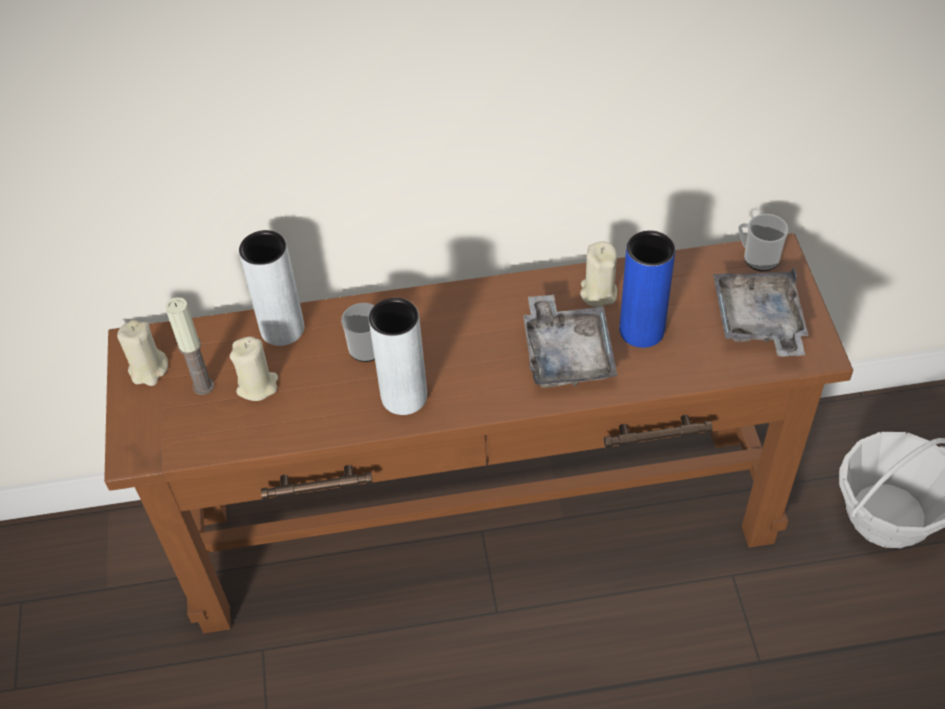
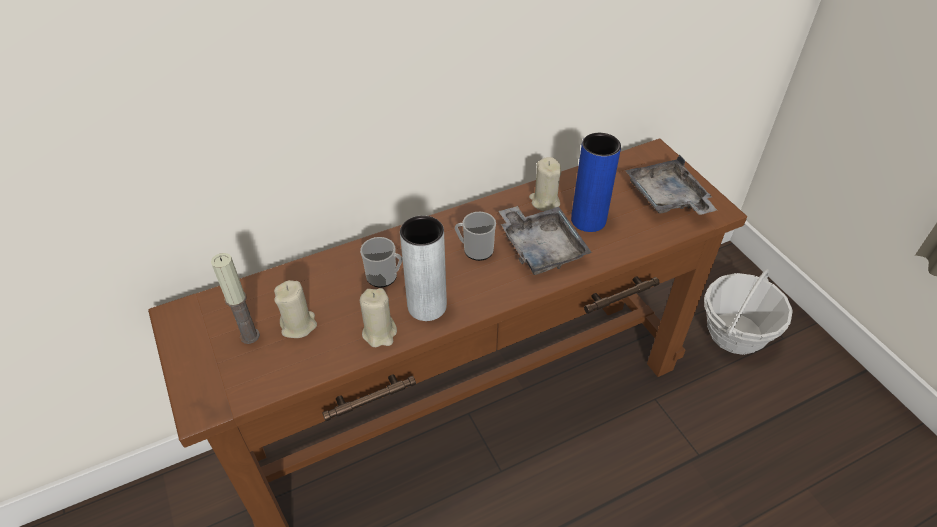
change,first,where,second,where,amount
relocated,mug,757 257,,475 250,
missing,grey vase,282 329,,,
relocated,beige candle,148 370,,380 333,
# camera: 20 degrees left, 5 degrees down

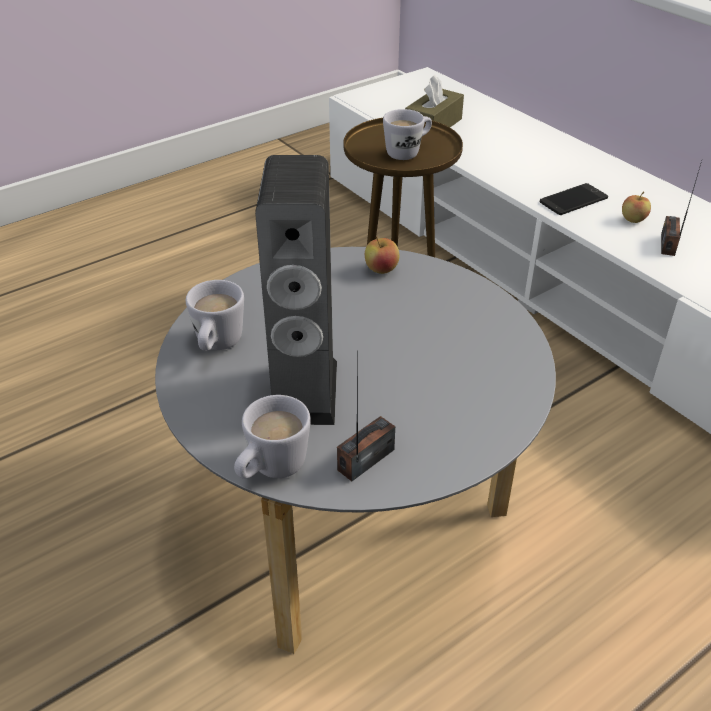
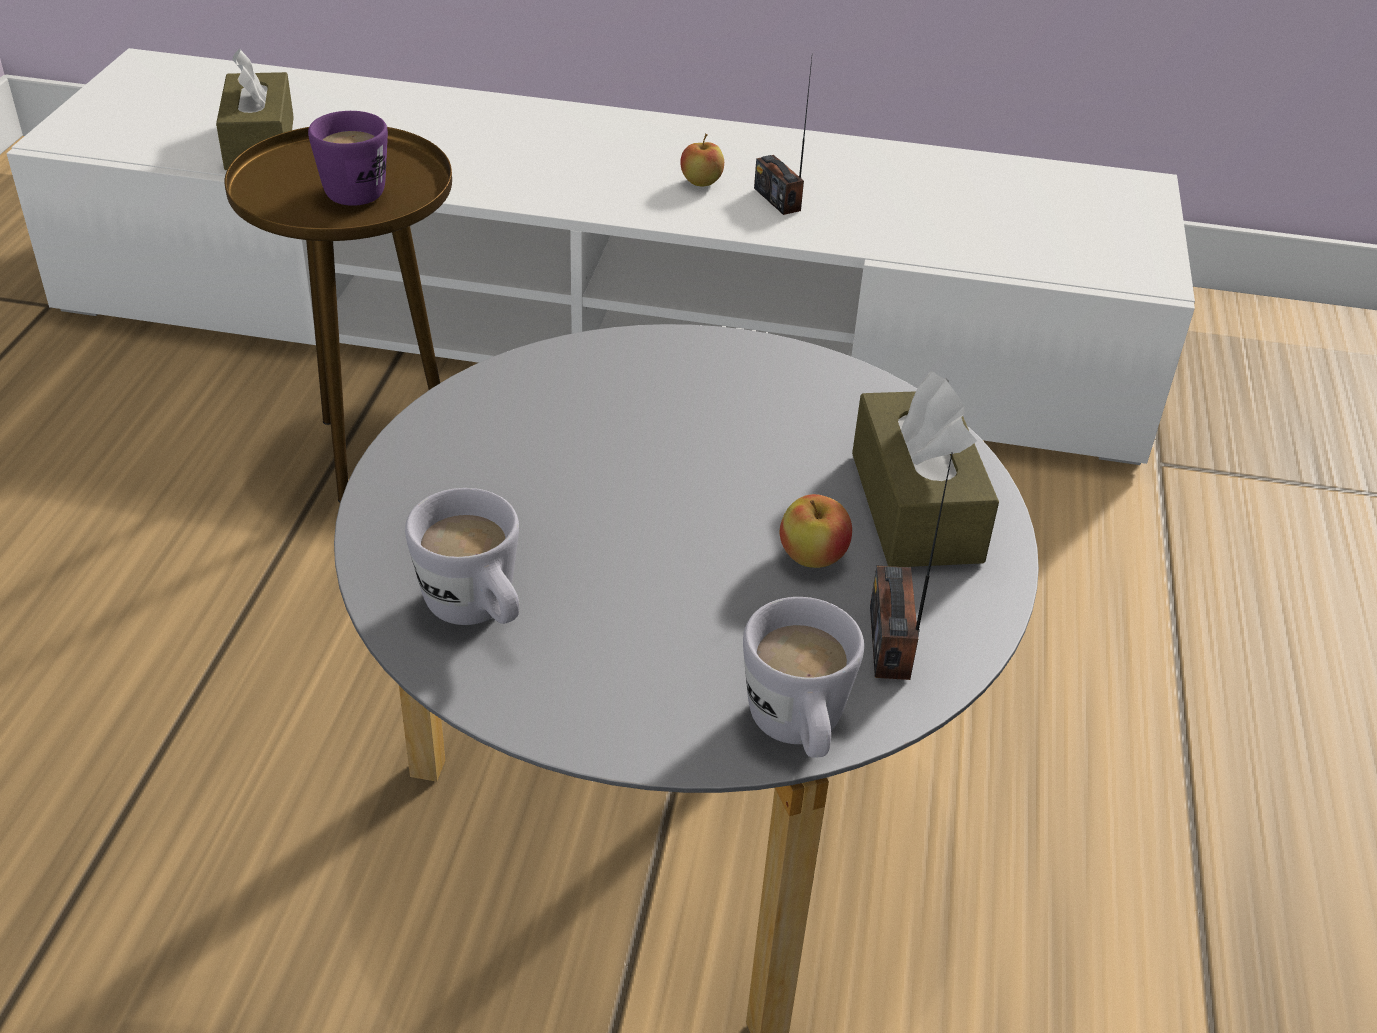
change,first,where,second,where,amount
colour,white mug,408 152,purple mug,360 188,
missing,speaker,304 391,,,
missing,phone,573 200,,,
relocated,apple,381 270,,812 557,
appeared,,,brown tissue box,915 506,
# camera: 45 degrees left, 0 degrees up

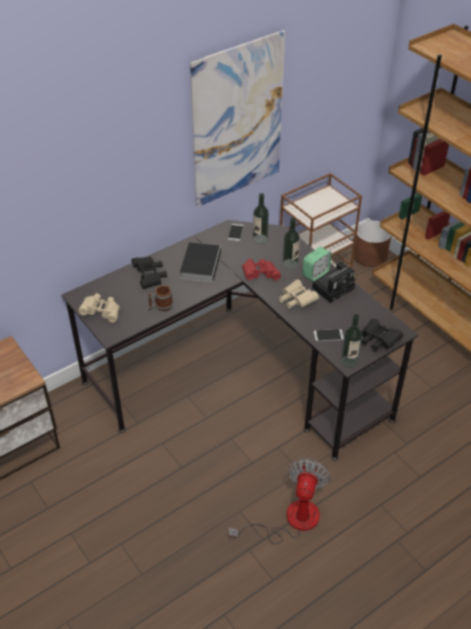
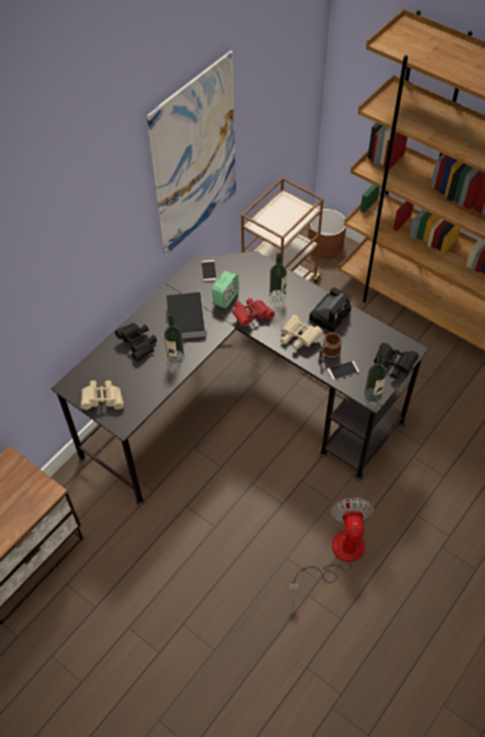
change,first,where,second,where,amount
relocated,bottle,260 239,,175 357,
relocated,alarm clock,315 273,,225 298,
relocated,mug,160 306,,328 354,
# camera: 15 degrees left, 10 degrees up

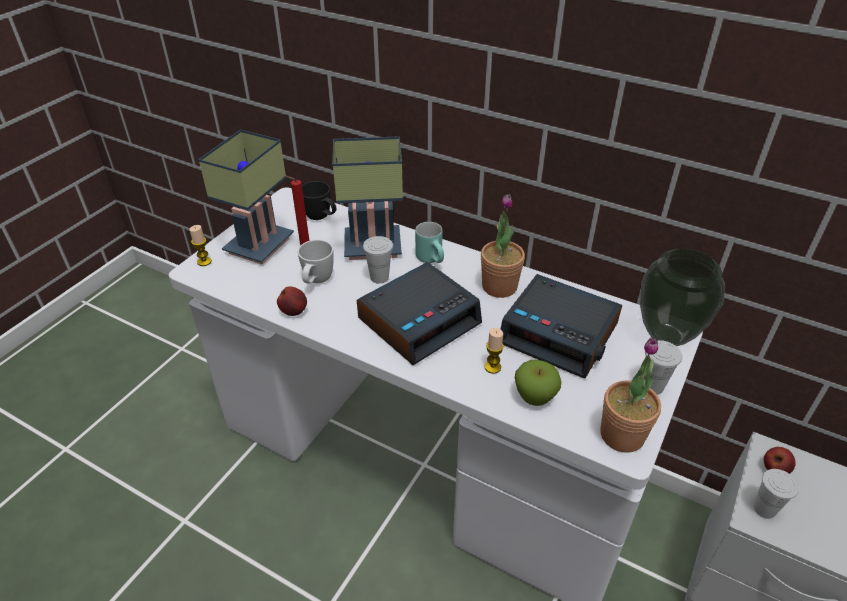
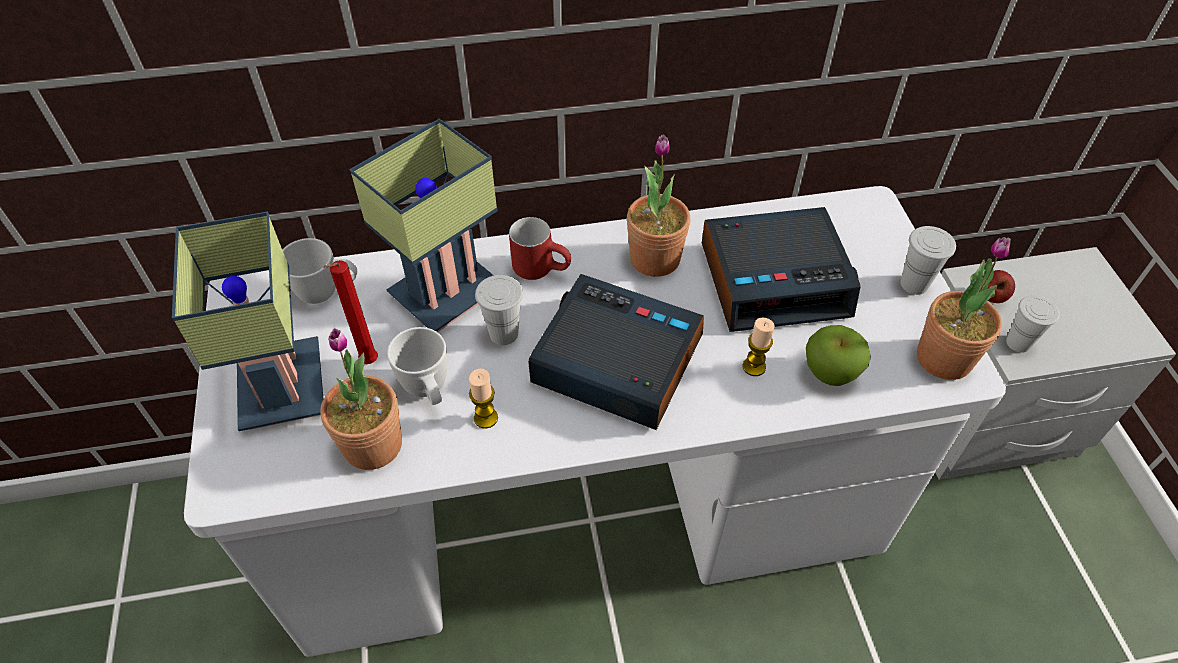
change,first,where,second,where,amount
colour,black mug,321 218,white mug,328 293,
colour,turquoise mug,433 259,red mug,542 268,
relocated,candle,204 261,,486 418,
missing,vase,668 336,,,
spun,alarm clock,419 320,,615 361,75 degrees counterclockwise
missing,apple,294 311,,,
appeared,,,potted plant,372 445,
# camera: 40 degrees left, 10 degrees up

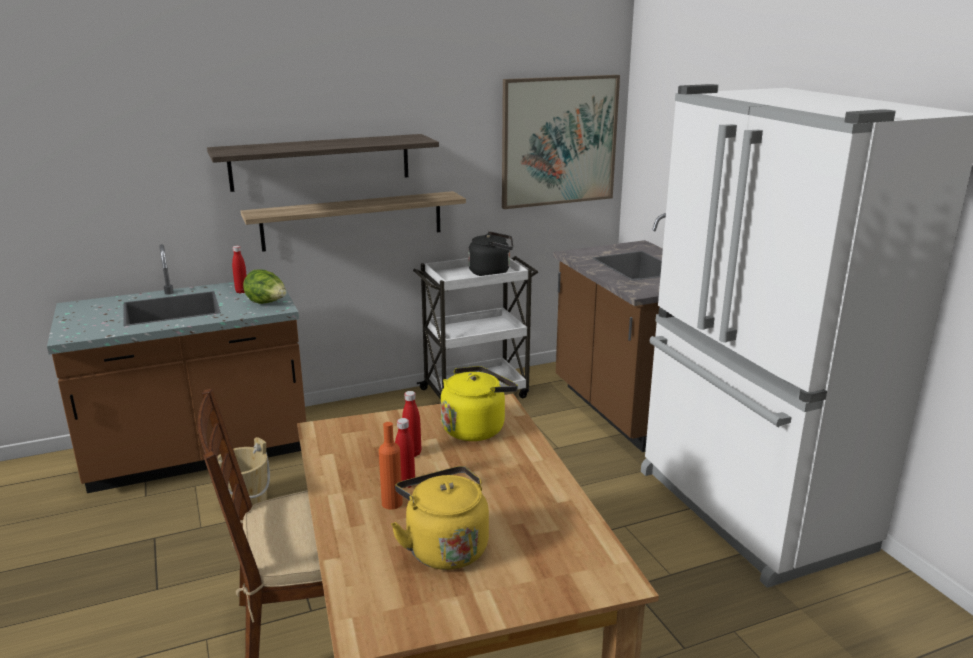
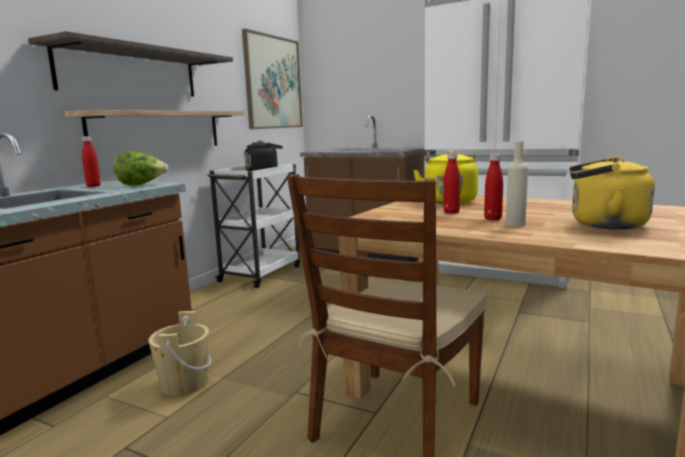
change,first,where,second,where,amount
colour,orange bottle,392 503,beige bottle,515 224,
# camera: 40 degrees left, 10 degrees down

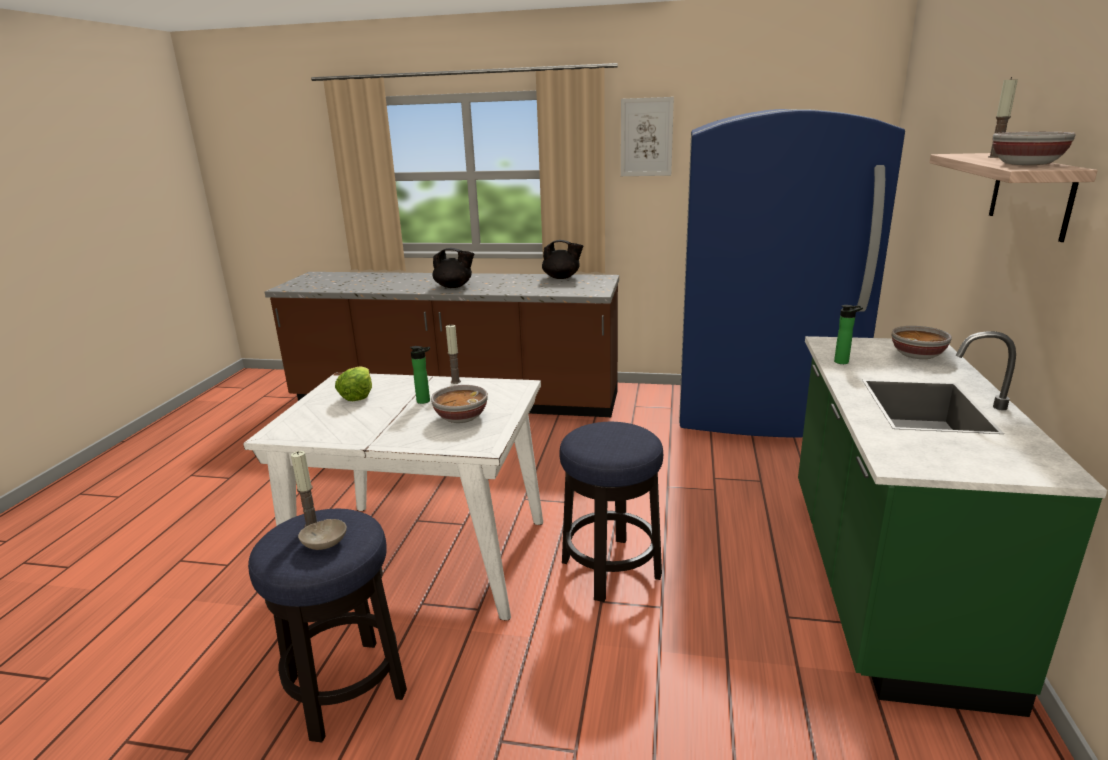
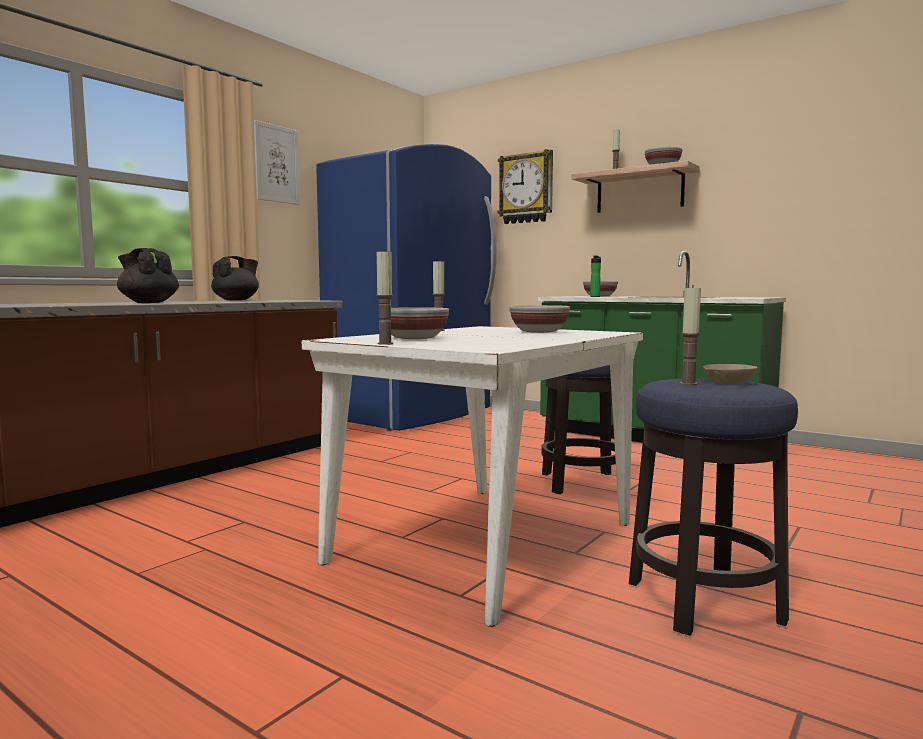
change,first,where,second,where,amount
spun,black teapot,454 286,,148 302,90 degrees counterclockwise
missing,bottle,425 401,,,
exchanged,lettuce,357 395,bowl,414 338,
appeared,,,wall clock,526 188,
appeared,,,candle,385 343,
# camera: 65 degrees left, 15 degrees down

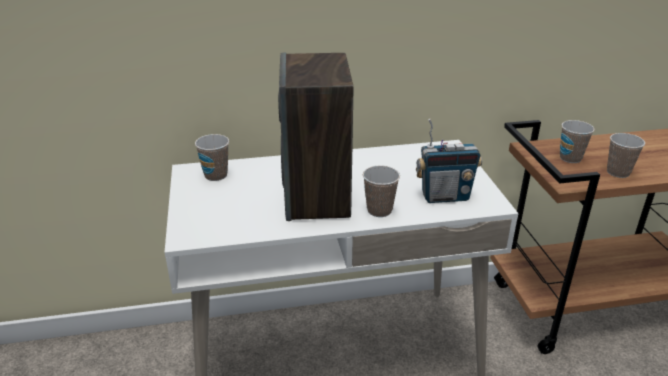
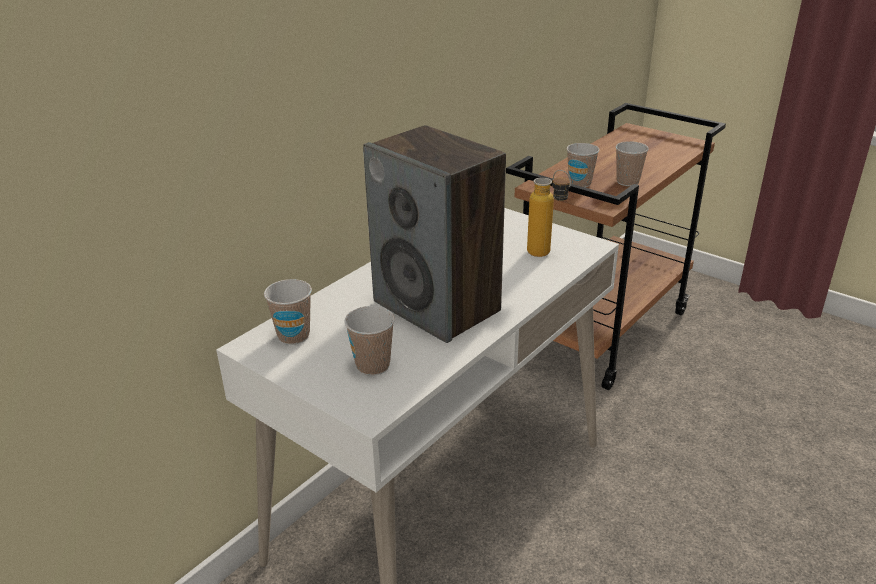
change,first,where,second,where,amount
exchanged,radio,445 196,bottle,546 255,
relocated,cup,379 210,,373 366,
# camera: 40 degrees left, 0 degrees up

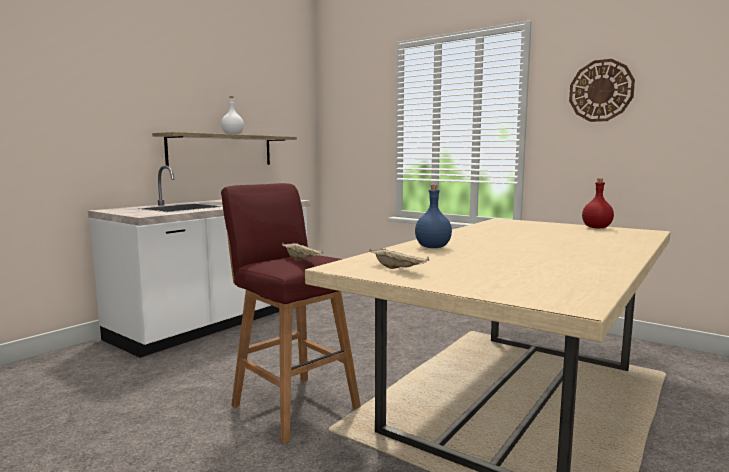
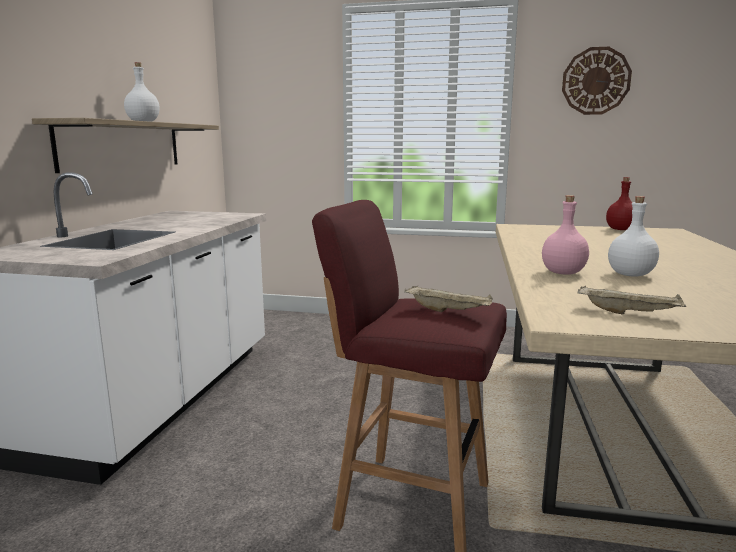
change,first,where,second,where,amount
colour,blue bottle,432 247,pink bottle,562 272,
appeared,,,white bottle,630 274,
# camera: 25 degrees left, 5 degrees up

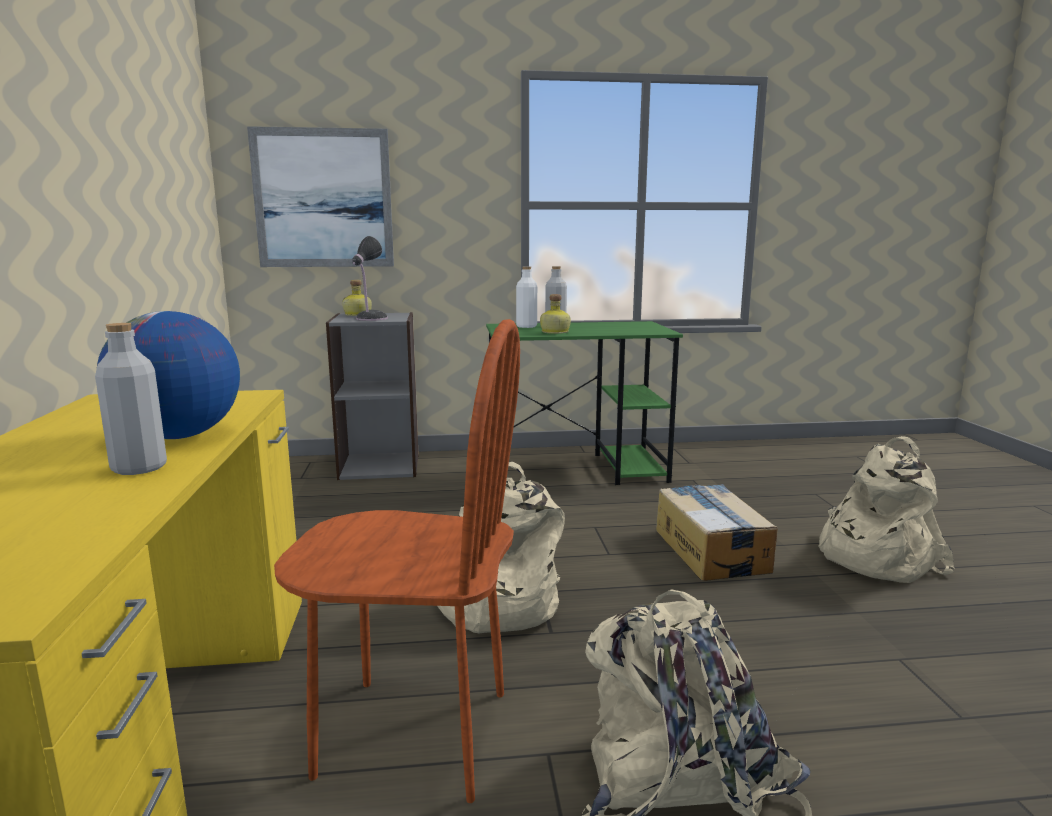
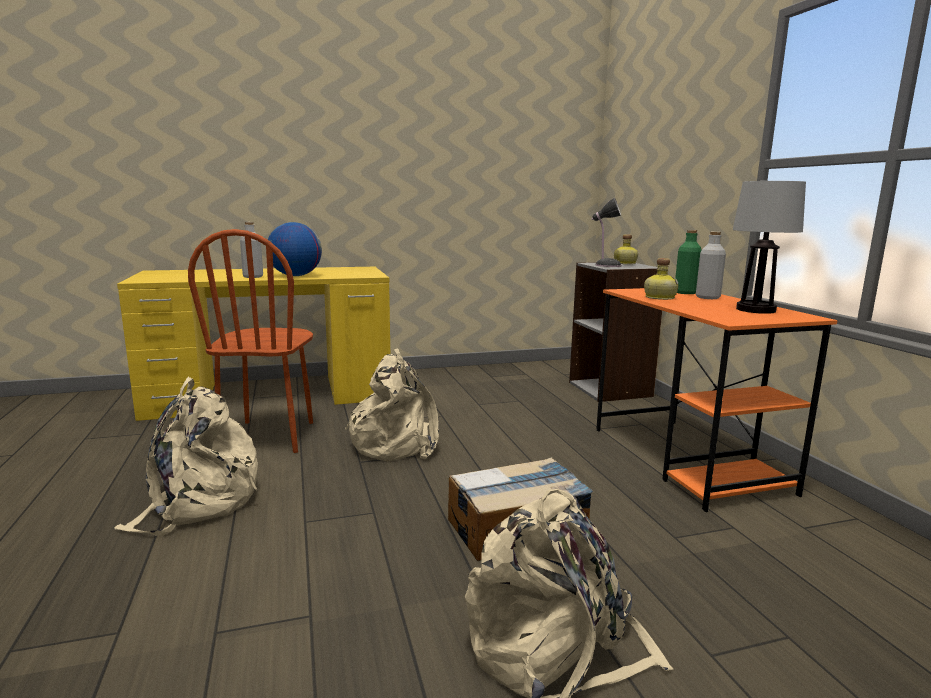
change,first,where,second,where,amount
missing,picture,323 199,,,
colour,white bottle,526 326,green bottle,685 293,
colour,green desk,578 470,orange desk,687 460,
appeared,,,table lamp,756 310,
# camera: 80 degrees right, 0 degrees up

